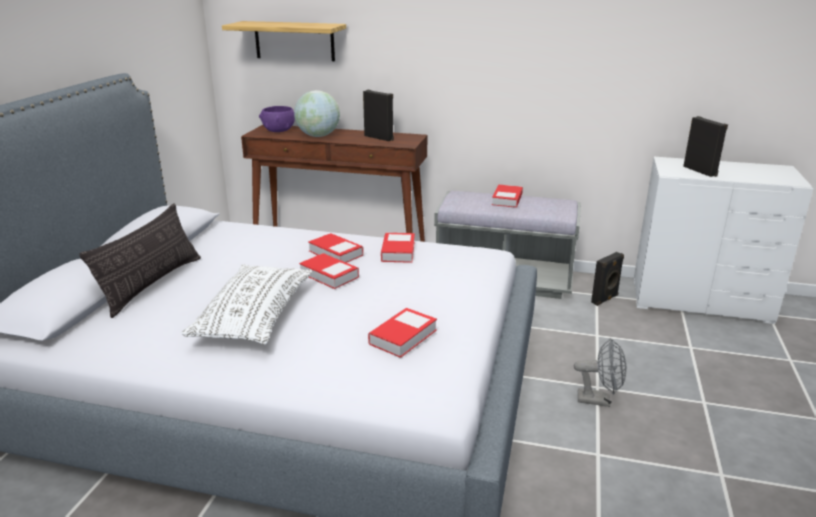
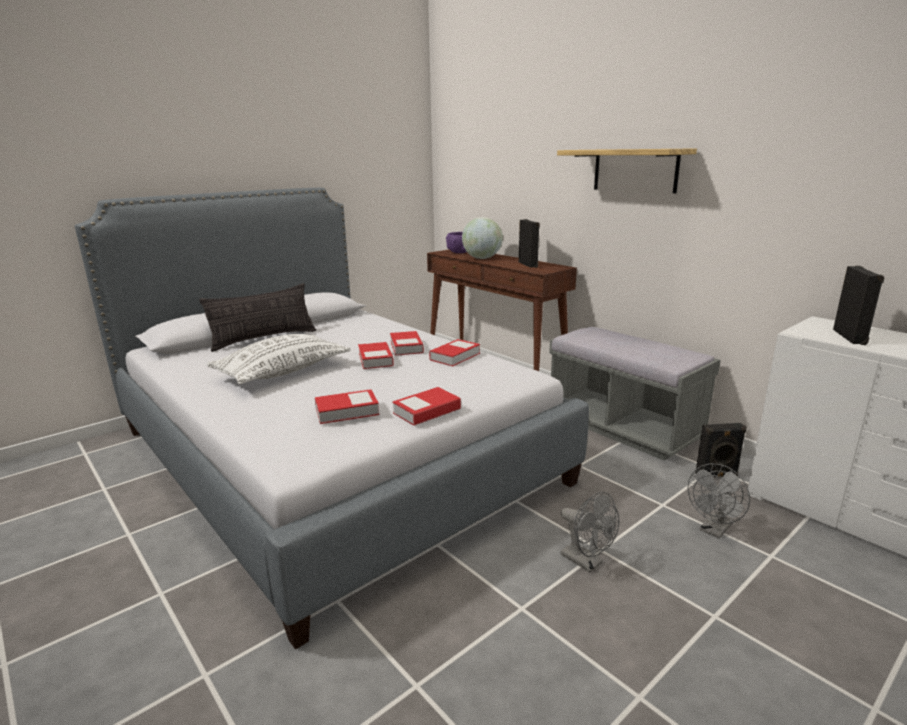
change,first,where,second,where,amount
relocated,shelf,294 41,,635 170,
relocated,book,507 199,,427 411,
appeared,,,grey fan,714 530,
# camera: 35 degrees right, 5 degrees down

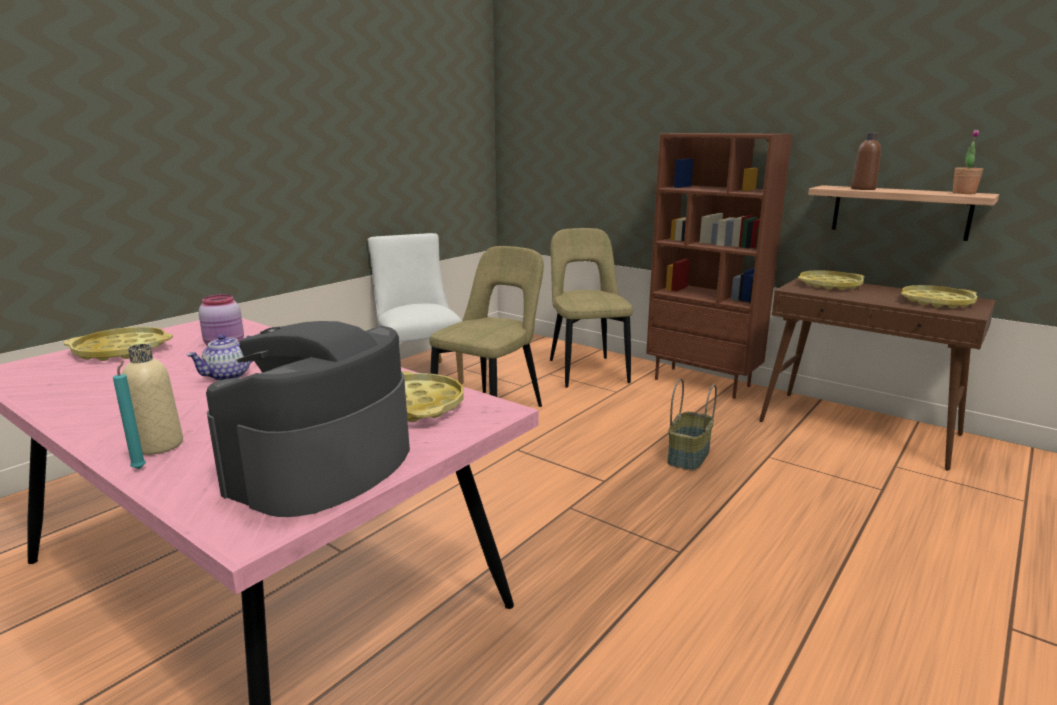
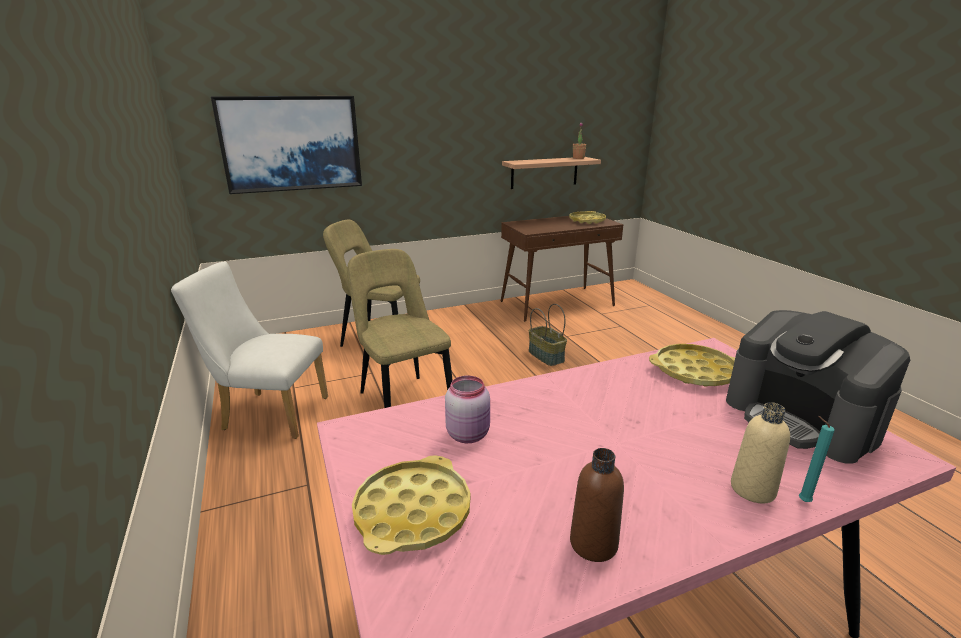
change,first,where,second,where,amount
missing,brown bookcase,703 382,,,
relocated,brown bottle,863 189,,593 543,
missing,yellow tray,830 285,,,
missing,teapot,228 376,,,
appeared,,,picture,291 143,
# camera: 60 degrees left, 5 degrees up

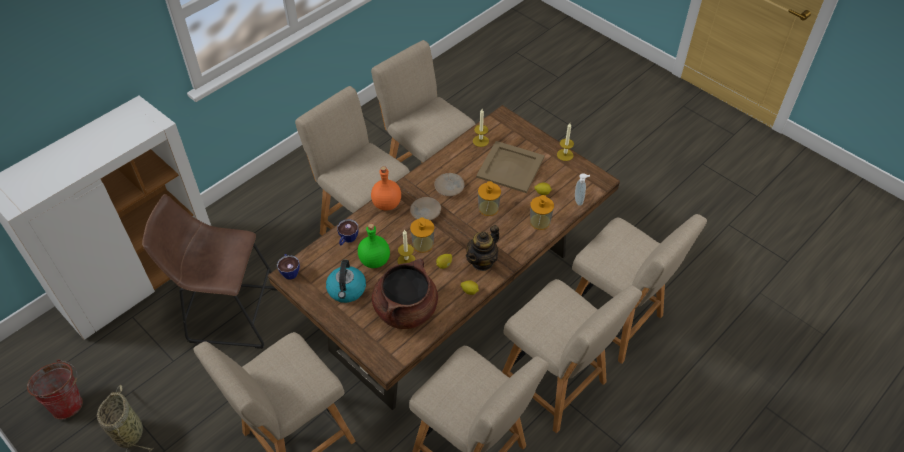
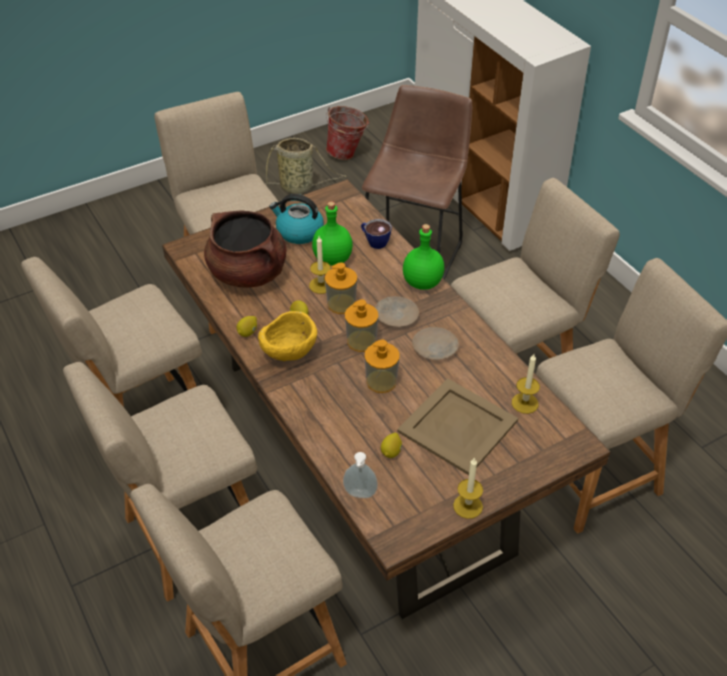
change,first,where,second,where,amount
colour,orange bottle,386 204,green bottle,423 282,
relocated,soap dispenser,540 222,,361 341,
exchanged,teapot,482 261,yellow bowl,289 354,
missing,cup,289 271,,,
# camera: 105 degrees right, 5 degrees down

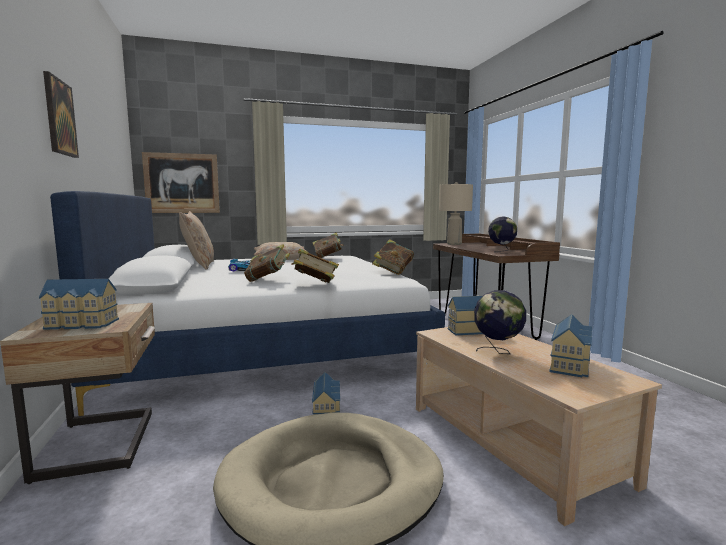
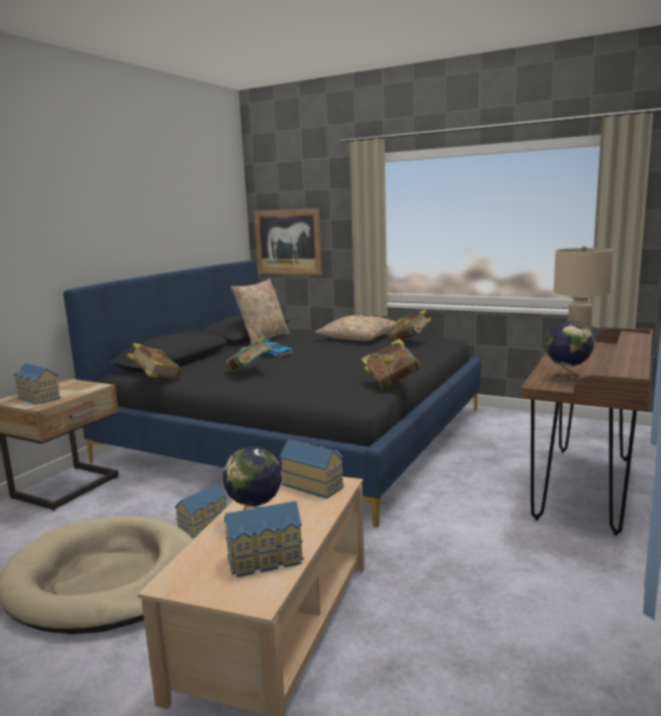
change,first,where,second,where,amount
missing,picture,59 117,,,
colour,white bed,267 342,black bed,298 434,
relocated,book,314 285,,156 380,
# camera: 45 degrees right, 5 degrees up

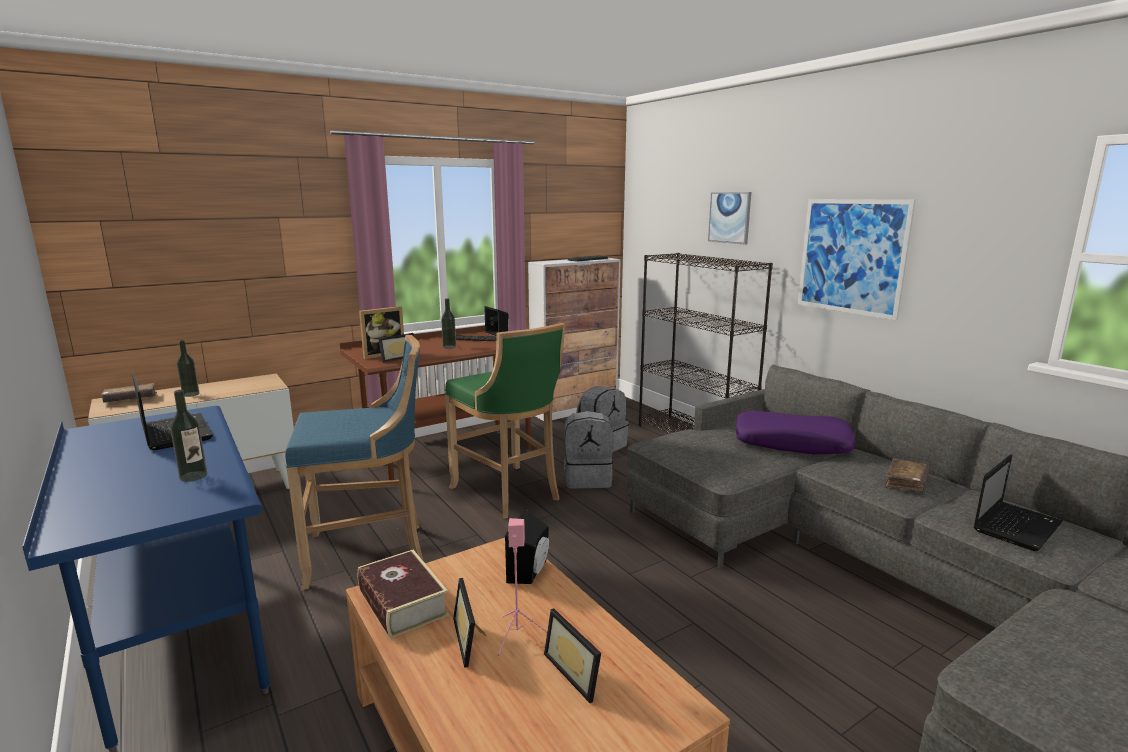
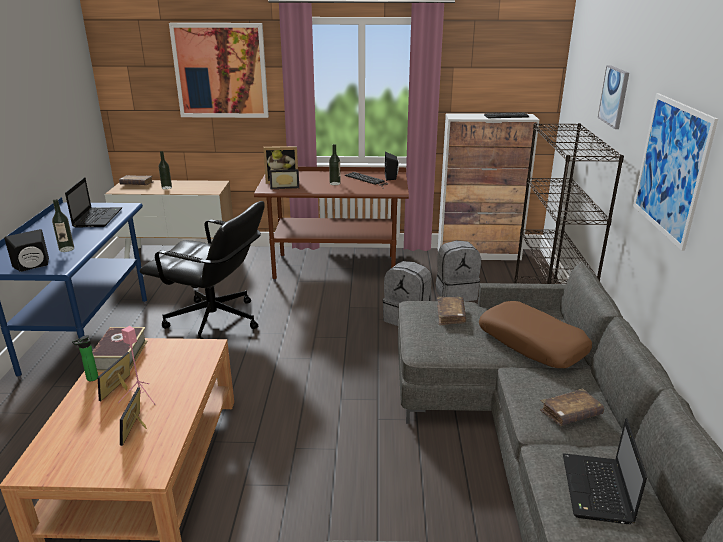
change,first,where,second,where,amount
missing,green stool,509 493,,,
exchanged,blue stool,370 552,black office chair,214 321,
colour,purple pillow,792 443,brown pillow,533 343,
spun,laptop,1016 526,,597 490,105 degrees clockwise
relocated,black speaker,531 572,,33 267,
appeared,,,picture,220 71,
appeared,,,brown book,450 315,
appeared,,,bottle,90 379,
# camera: 35 degrees right, 10 degrees up

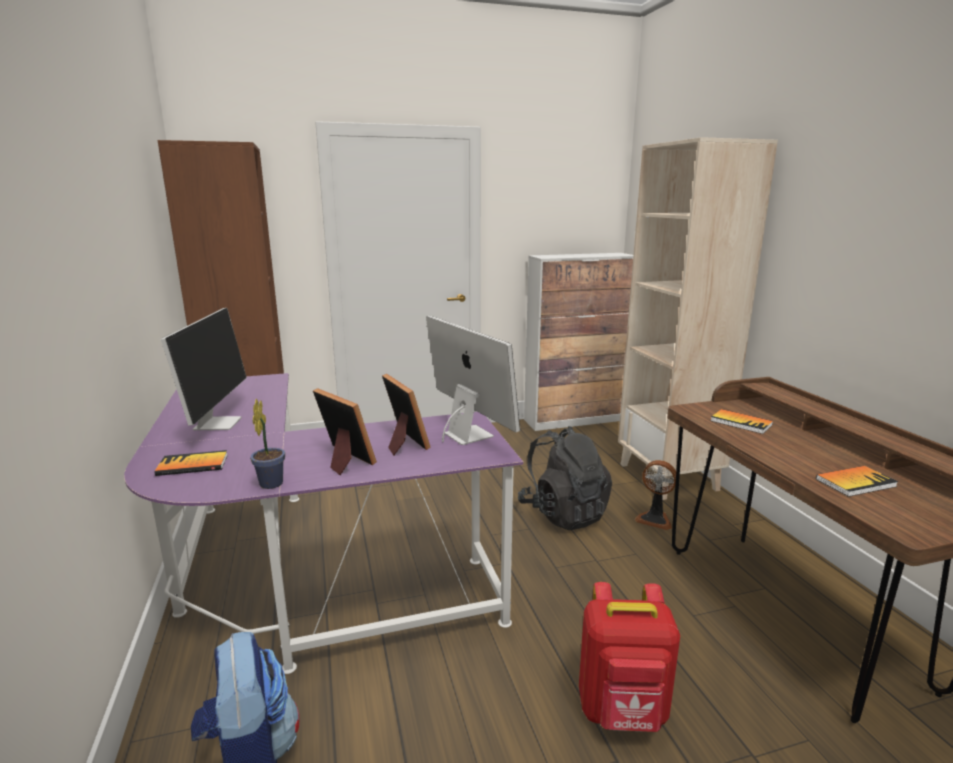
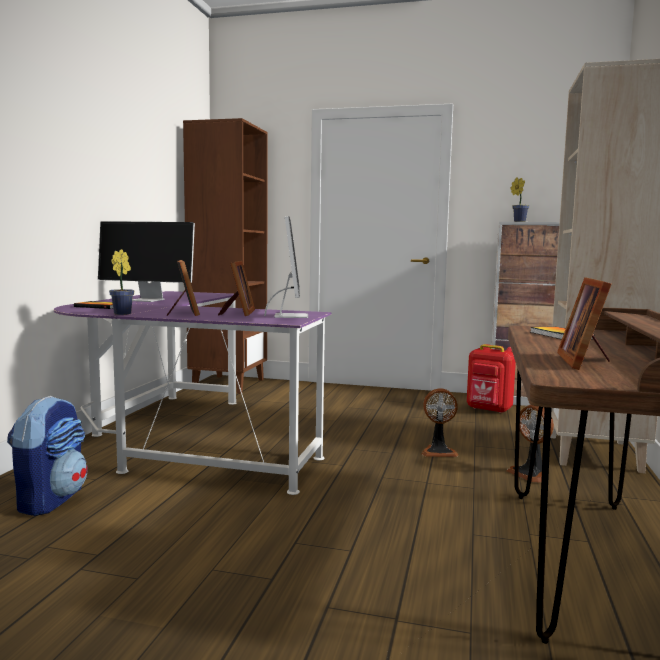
change,first,where,second,where,amount
spun,monitor,217 423,,148 300,75 degrees clockwise
exchanged,black backpack,563 513,fan,438 451,
exchanged,book,855 482,picture frame,586 362,
relocated,red backpack,623 712,,489 410,
appeared,,,potted plant,518 221,
# camera: 30 degrees right, 10 degrees down

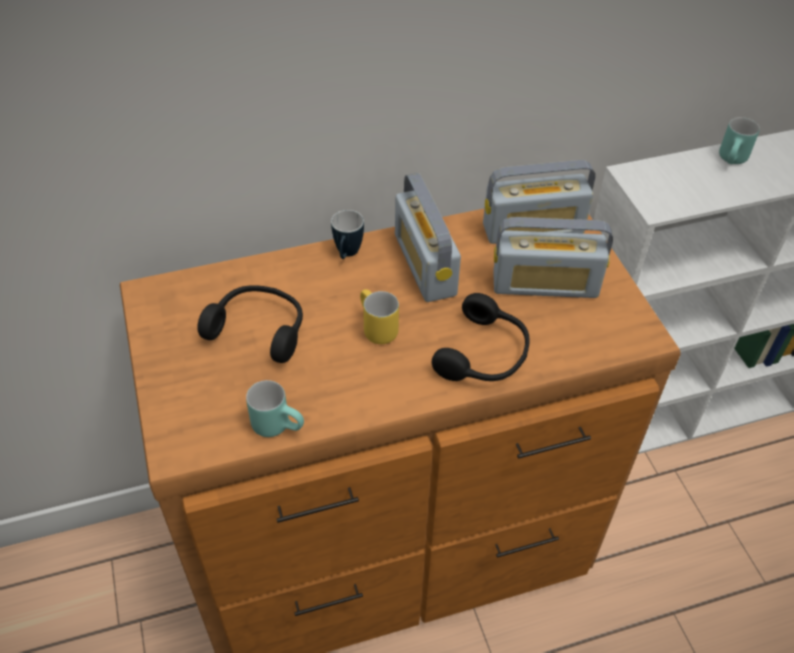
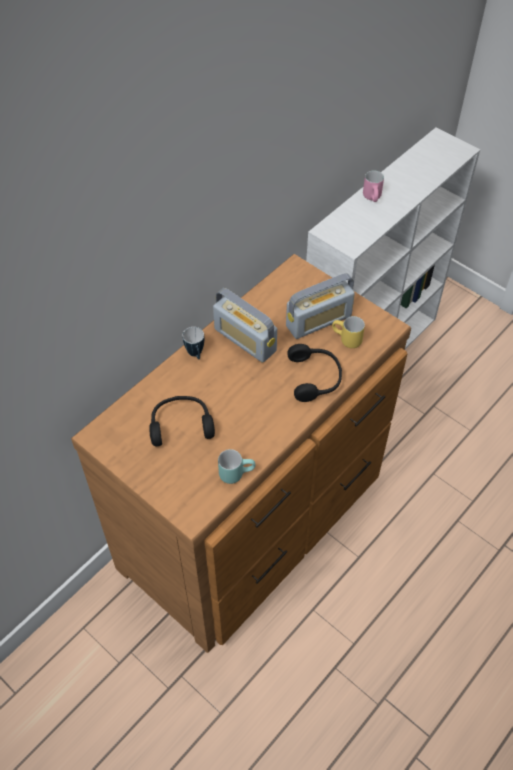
change,first,where,second,where,amount
colour,turquoise mug,733 161,pink mug,373 198,
missing,radio,533 229,,,
relocated,yellow mug,374 328,,346 340,
# camera: 30 degrees left, 5 degrees up

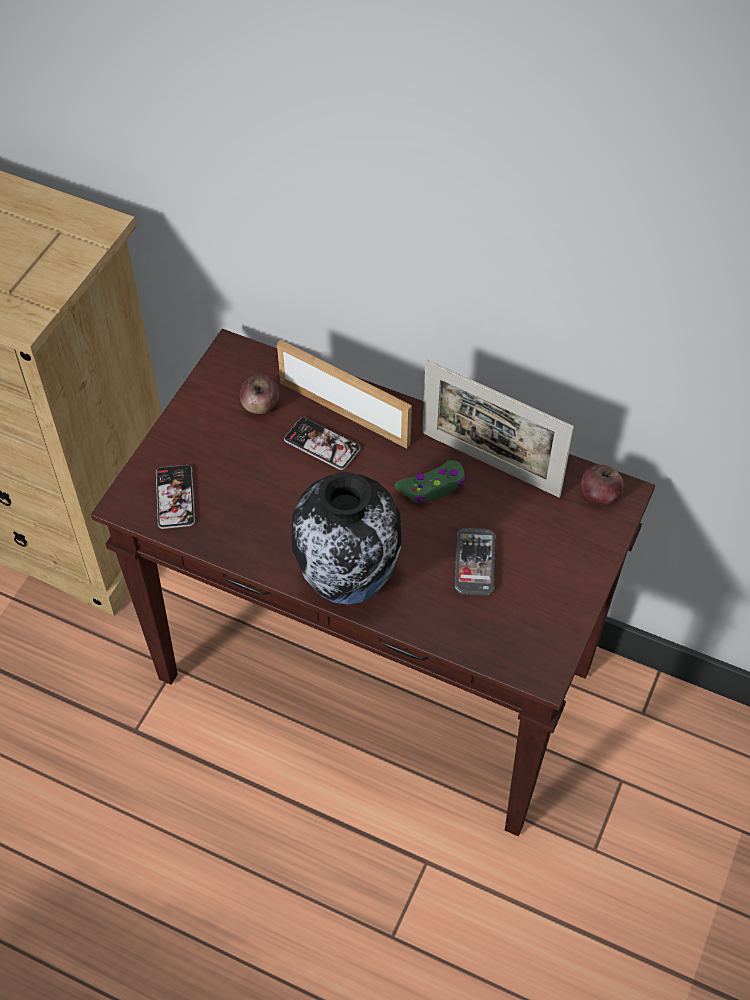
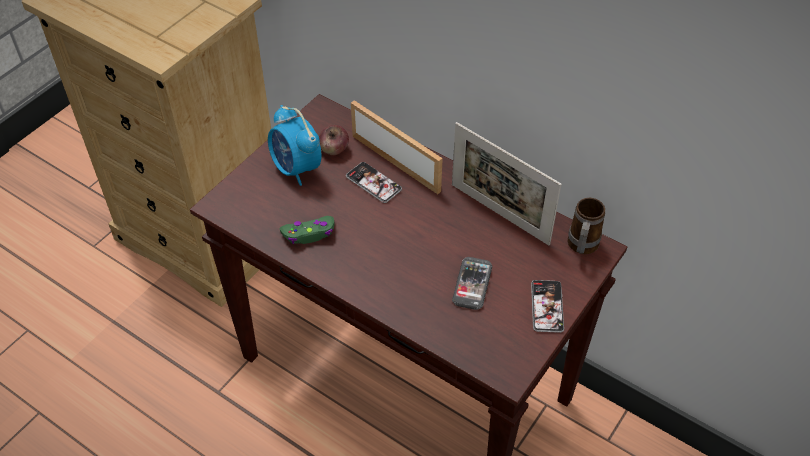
change,first,where,second,where,amount
relocated,green game controller,432 487,,309 234,
relocated,phone,175 497,,547 306,
exchanged,apple,599 495,mug,581 248,
missing,vase,349 583,,,
appeared,,,alarm clock,296 169,
# camera: 10 degrees right, 5 degrees down

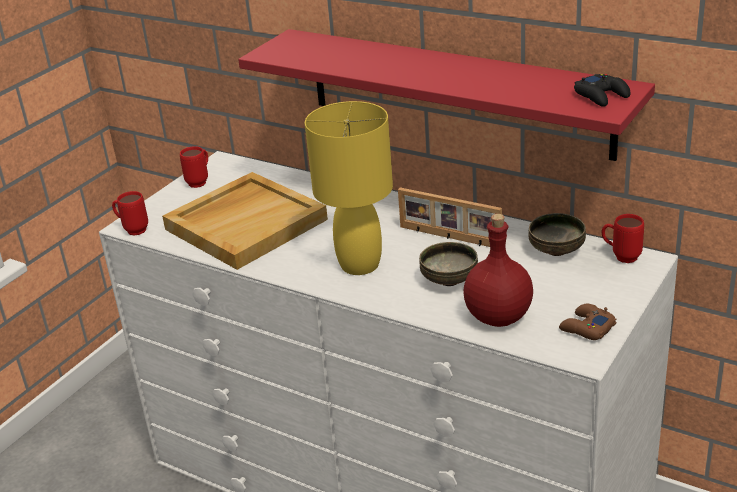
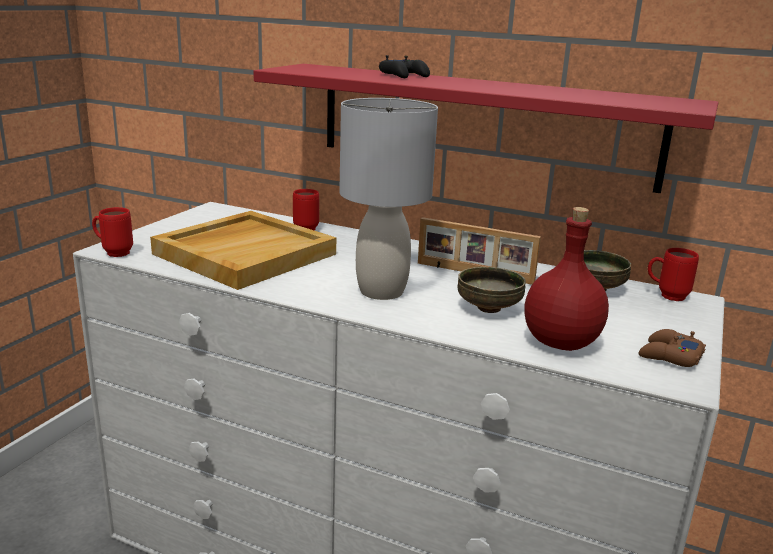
change,first,where,second,where,amount
relocated,black game controller,601 96,,404 75,
colour,yellow table lamp,360 265,grey table lamp,382 291,
relocated,red mug,200 181,,308 228,
# camera: 10 degrees left, 10 degrees down

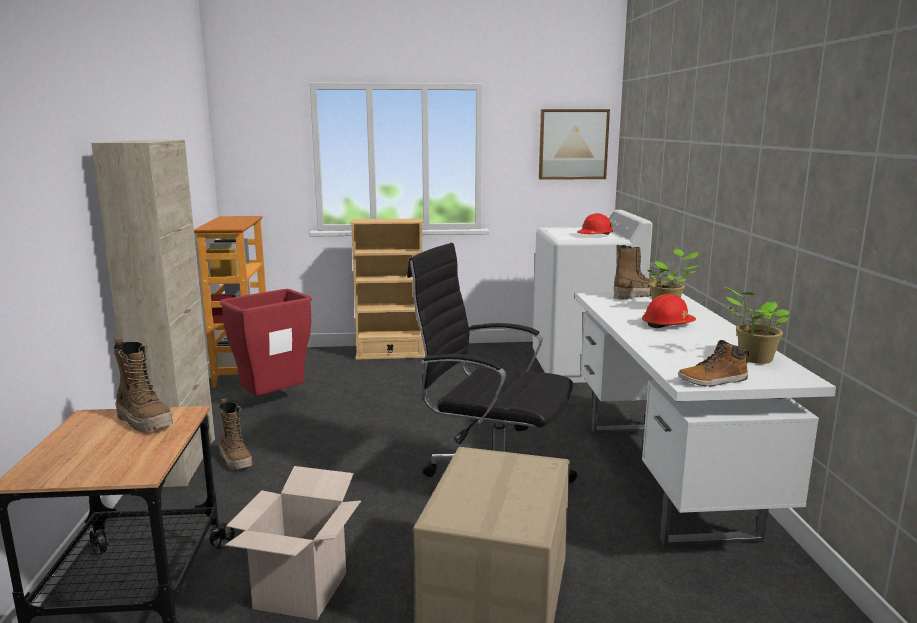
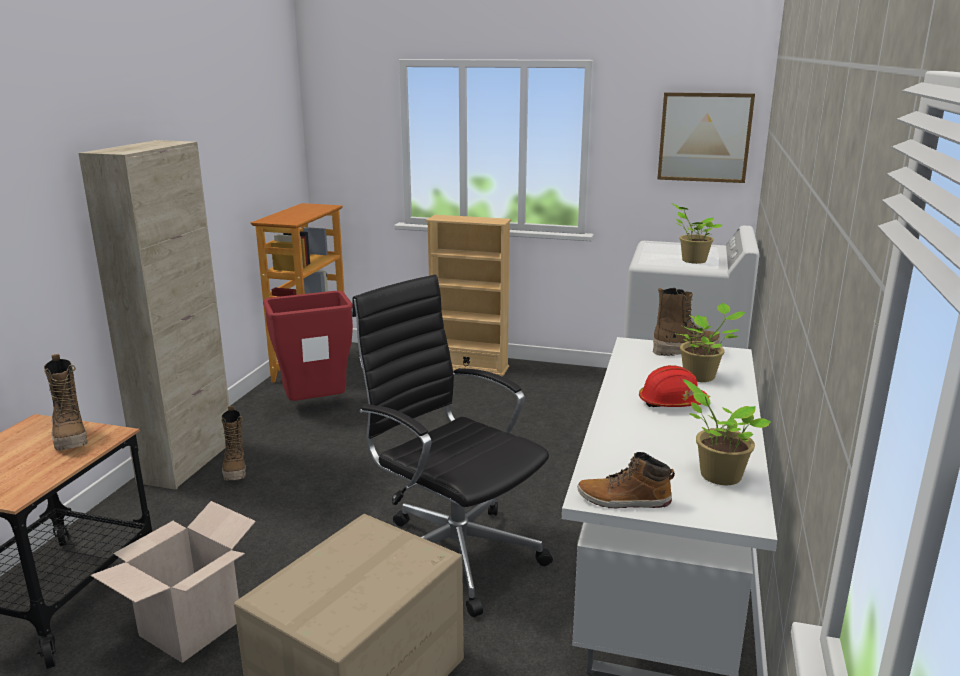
change,first,where,second,where,amount
exchanged,red hard hat,595 235,potted plant,692 260,
# camera: 20 degrees right, 5 degrees up

